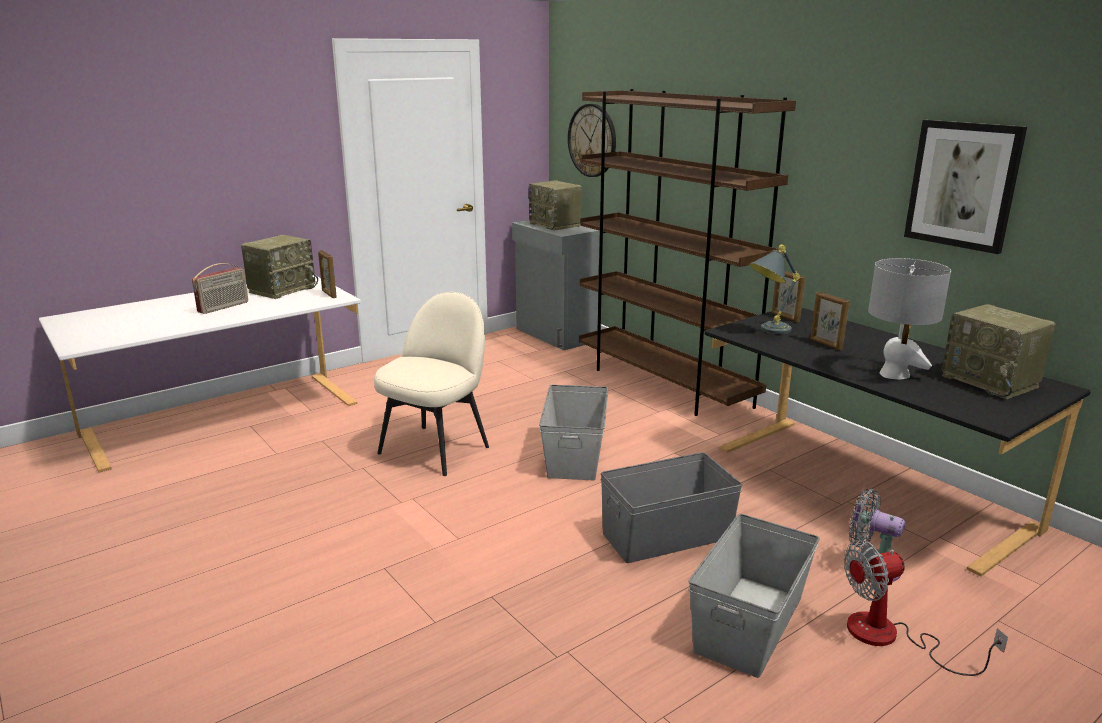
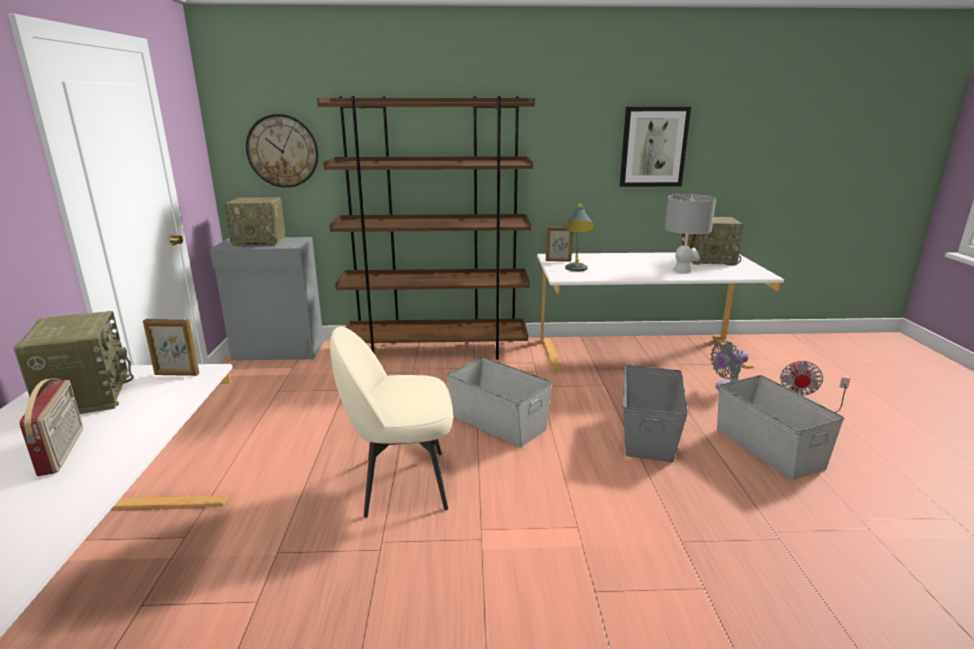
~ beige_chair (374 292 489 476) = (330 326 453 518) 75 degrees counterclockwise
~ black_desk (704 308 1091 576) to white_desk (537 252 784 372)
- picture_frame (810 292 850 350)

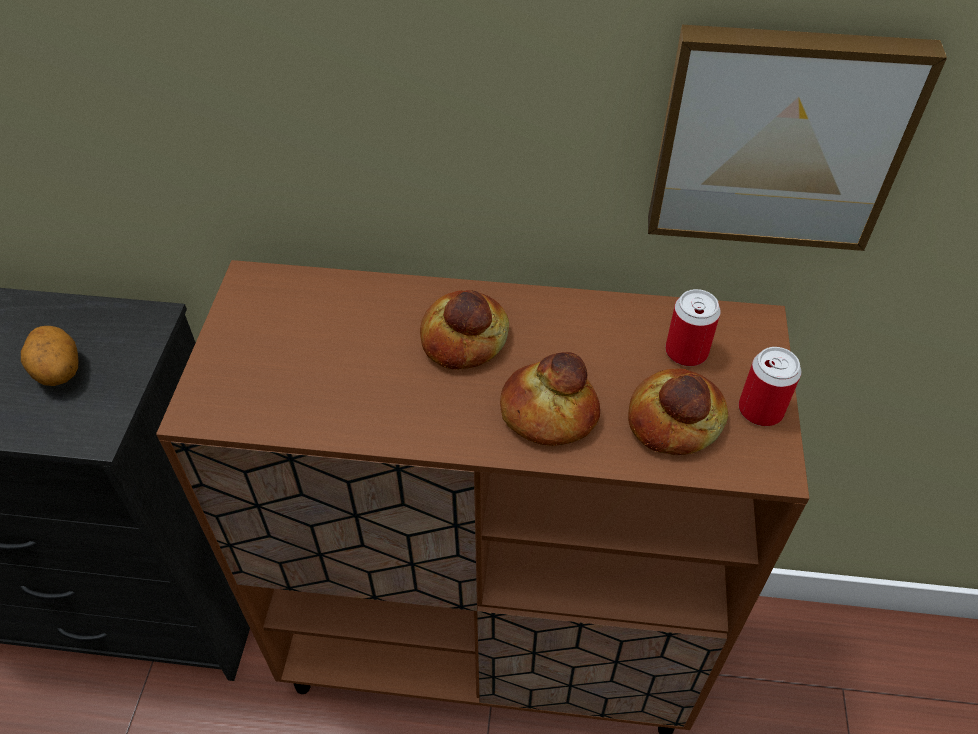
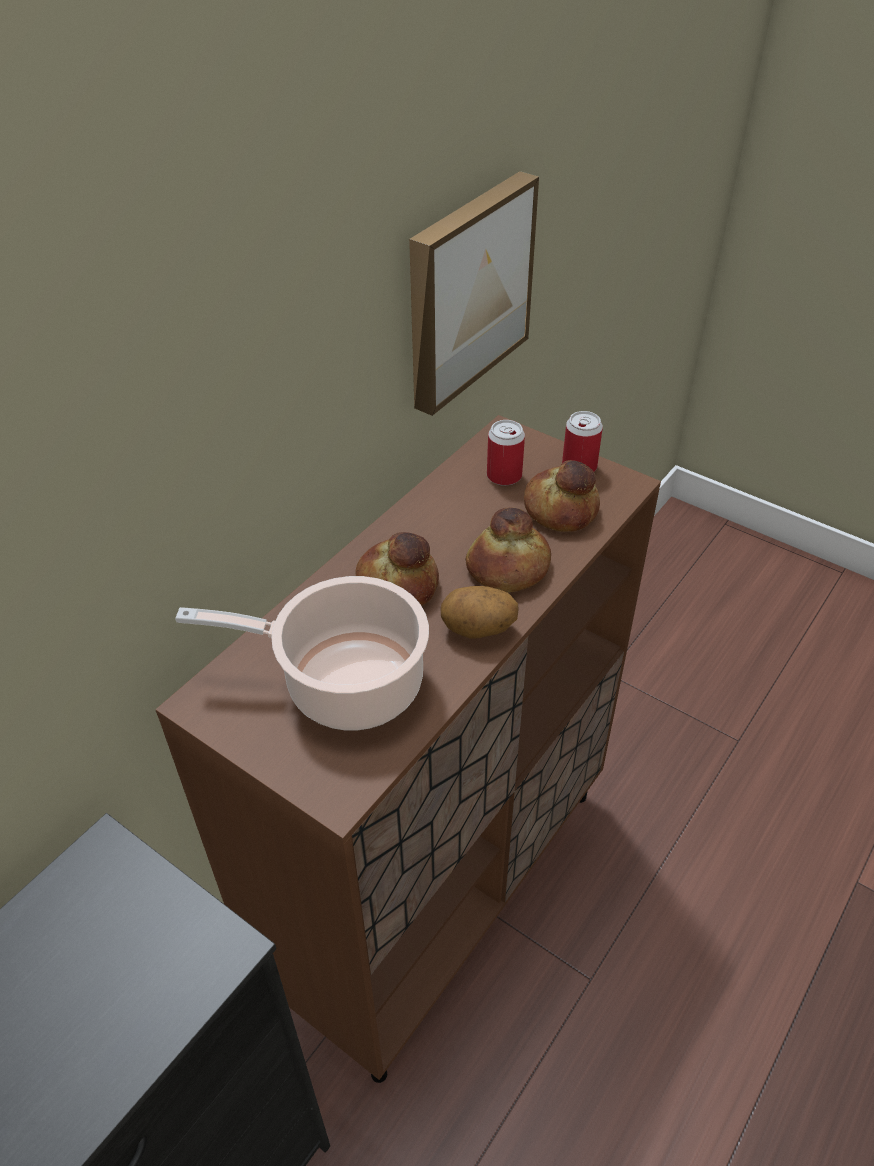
~ potato (21 326 78 386) to (441 586 519 638)
+ cooking_pot (175 576 429 730)

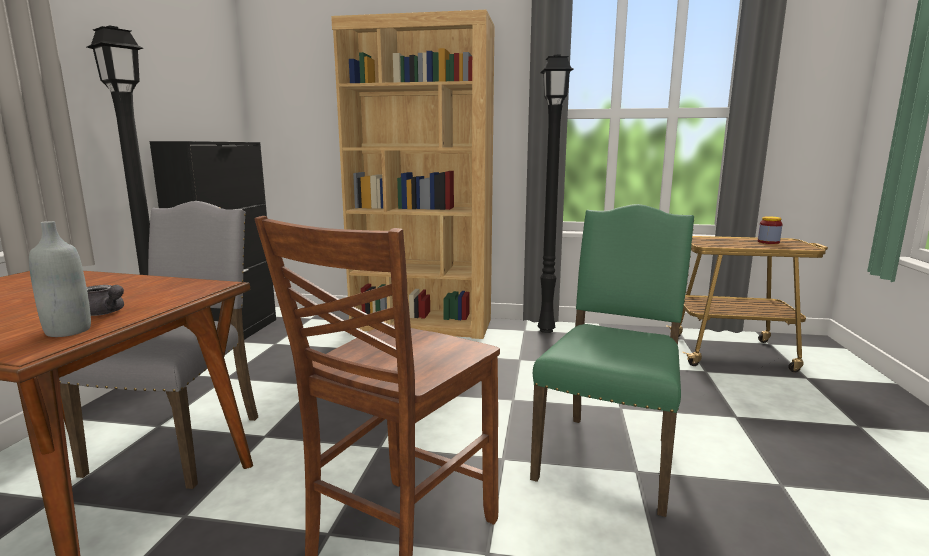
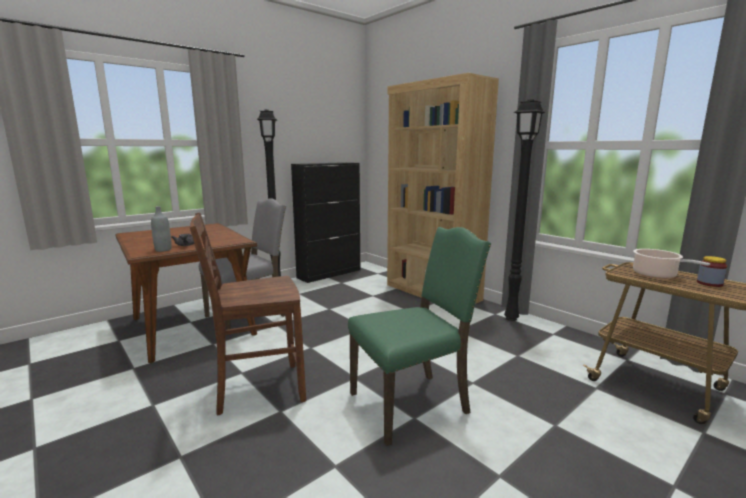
+ cooking_pot (633 249 710 279)

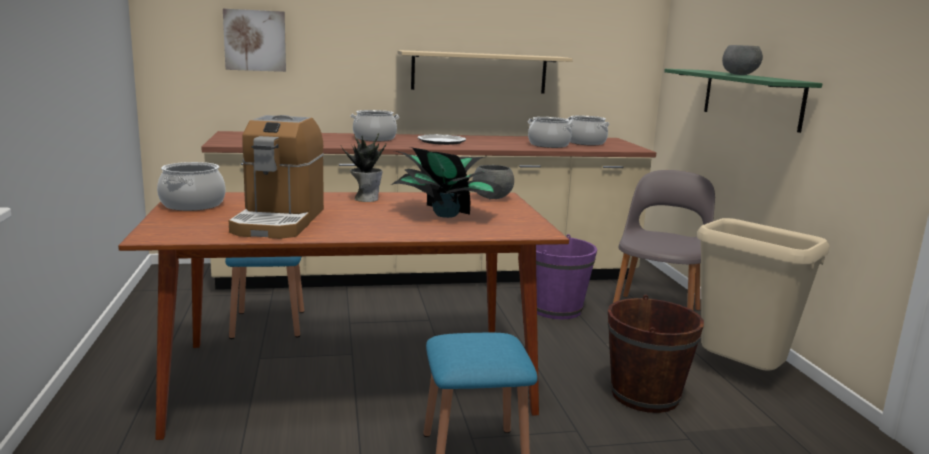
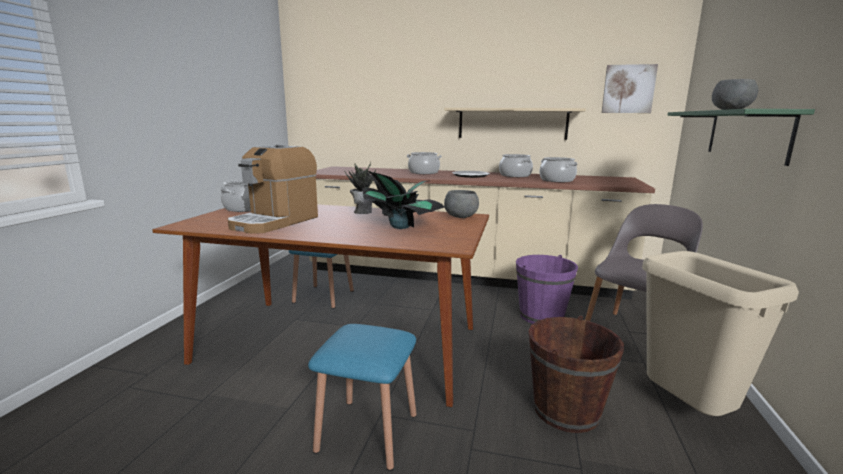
~ picture (223 9 286 72) to (602 64 658 113)
~ cooking_pot (568 115 610 146) to (499 154 533 177)

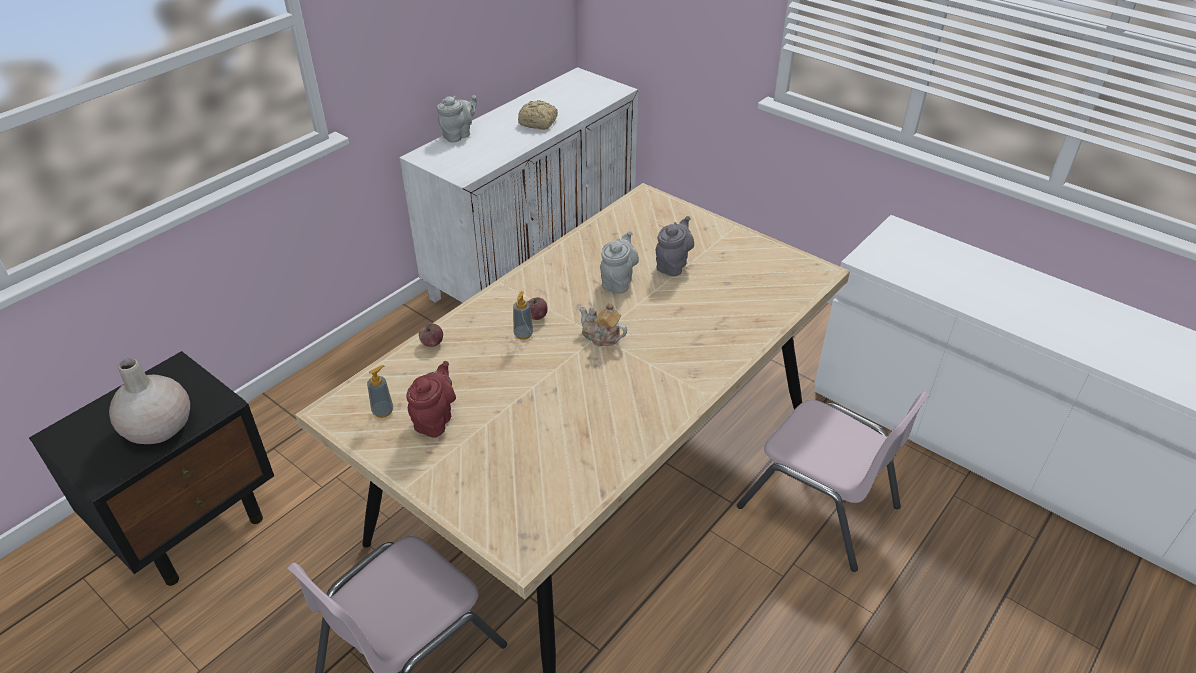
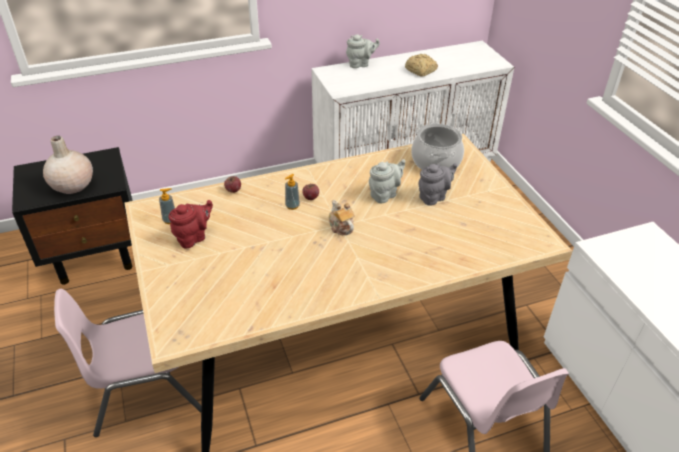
+ cooking_pot (411 123 464 169)

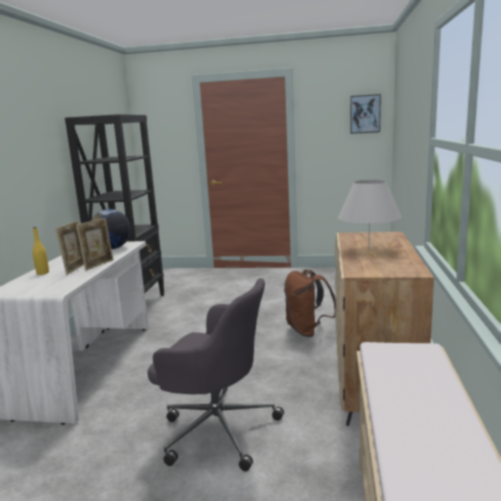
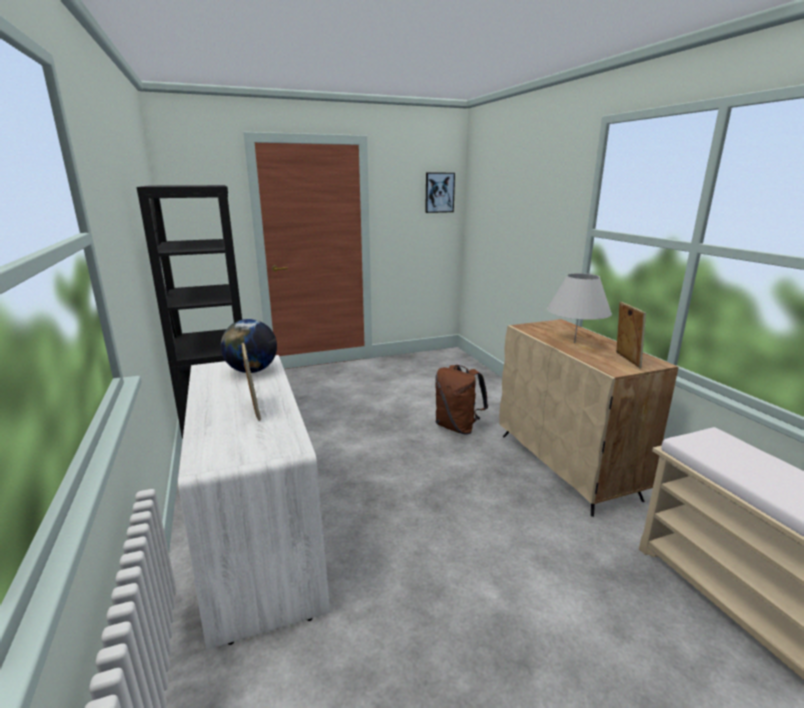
- yellow_bottle (33 227 49 275)
~ picture_frame (76 218 114 271) to (616 302 646 368)
- grey_office_chair (148 278 284 471)

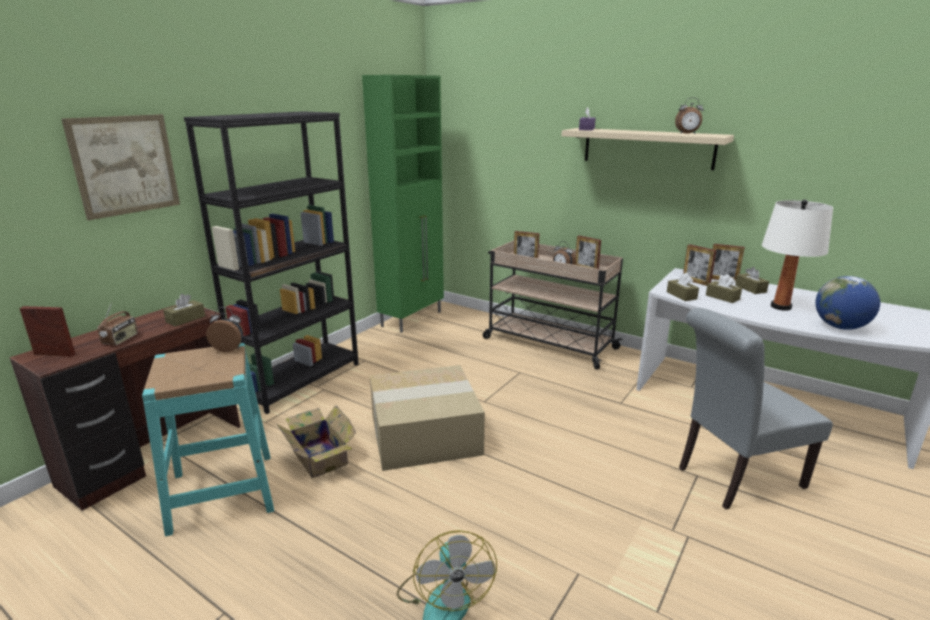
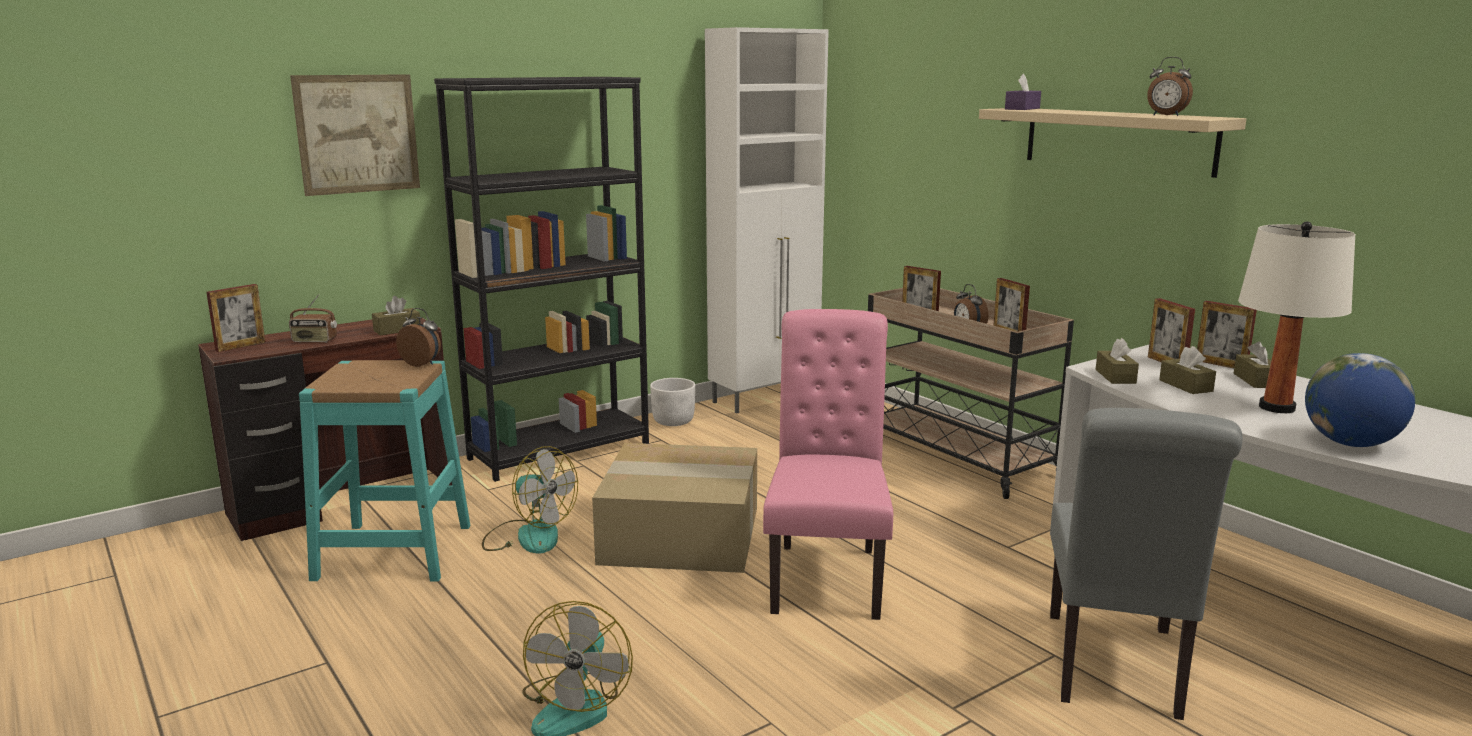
~ picture_frame (19 306 75 357) = (206 284 265 352) 105 degrees clockwise
~ radio (97 302 138 345) = (289 294 337 343) 60 degrees clockwise
~ cardboard_box (277 405 356 478) to fan (482 446 578 554)
~ green_cabinet (362 75 444 333) to white_cabinet (705 27 829 414)
~ grey_chair (679 308 833 509) = (1050 408 1243 720) 75 degrees counterclockwise
+ white_planter (650 378 695 426)
+ pink_chair (763 309 893 620)

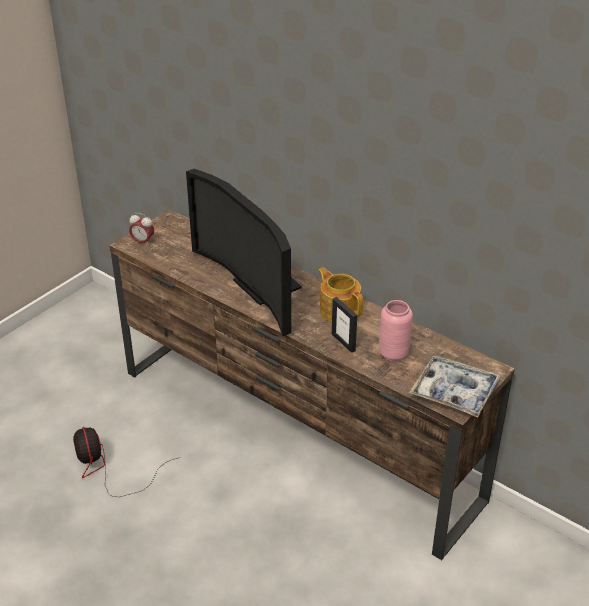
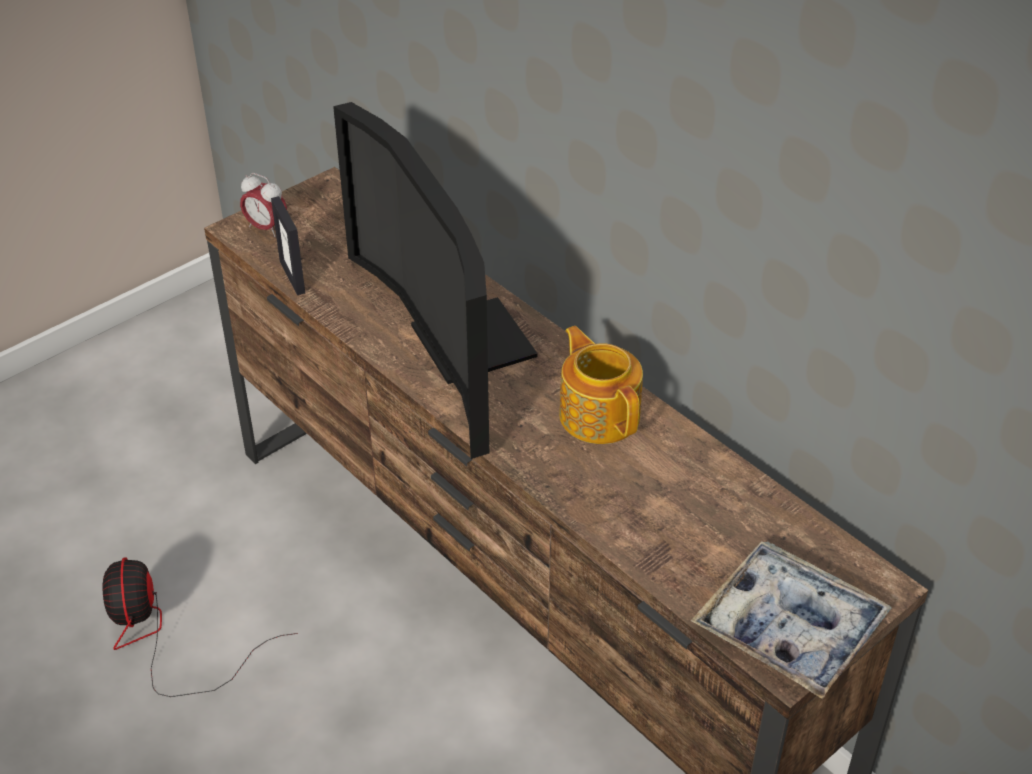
~ picture_frame (332 297 357 353) to (271 196 305 295)
- pink_vase (379 300 413 362)

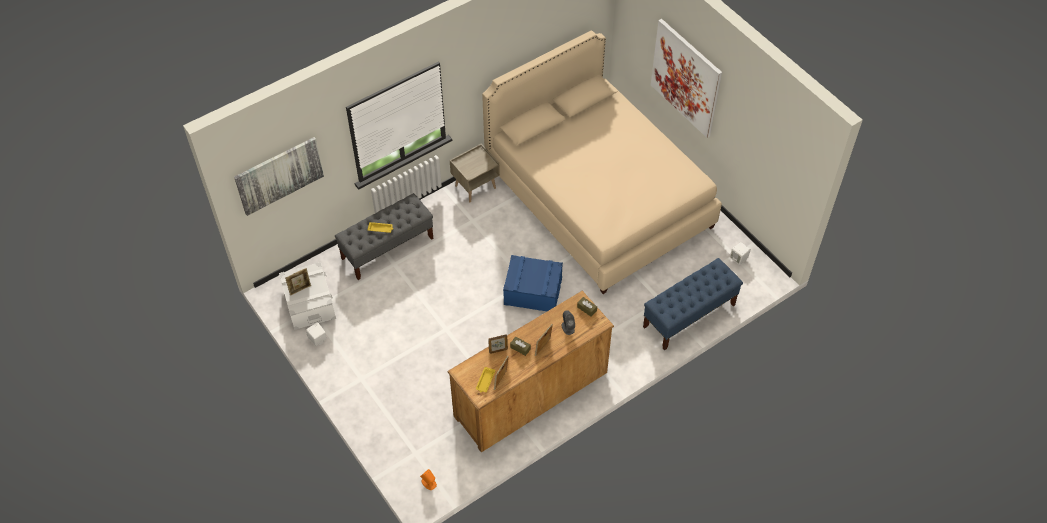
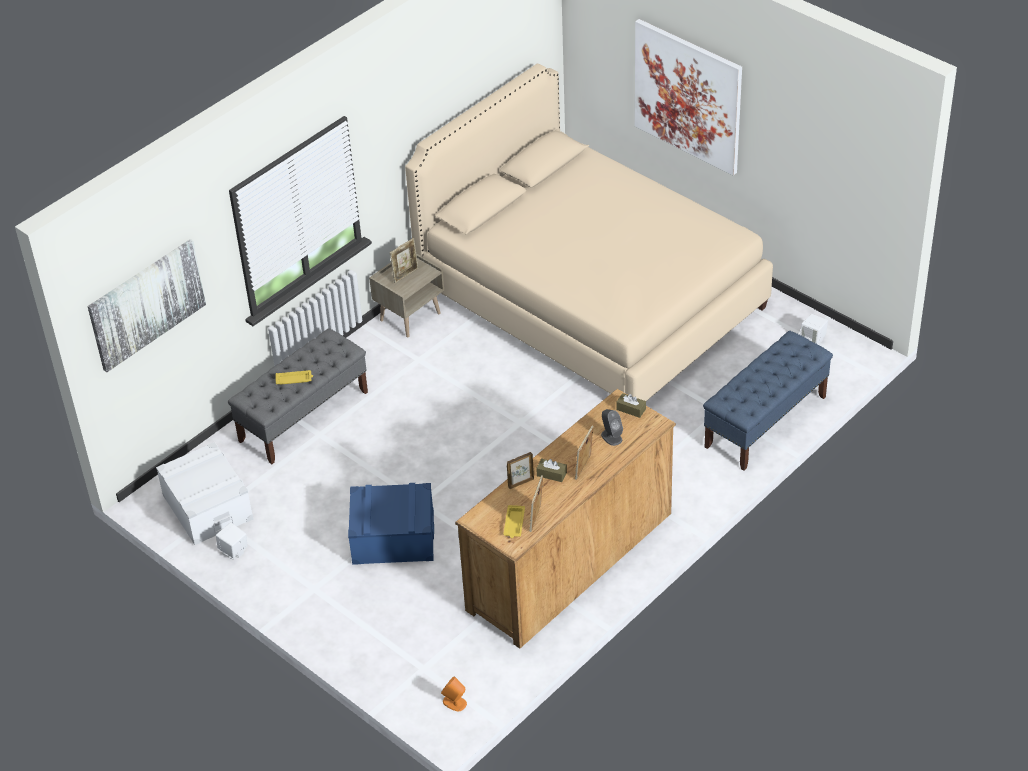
~ picture_frame (285 268 311 296) to (390 238 418 283)
~ blue_storage_box (503 255 563 311) to (348 483 434 565)

